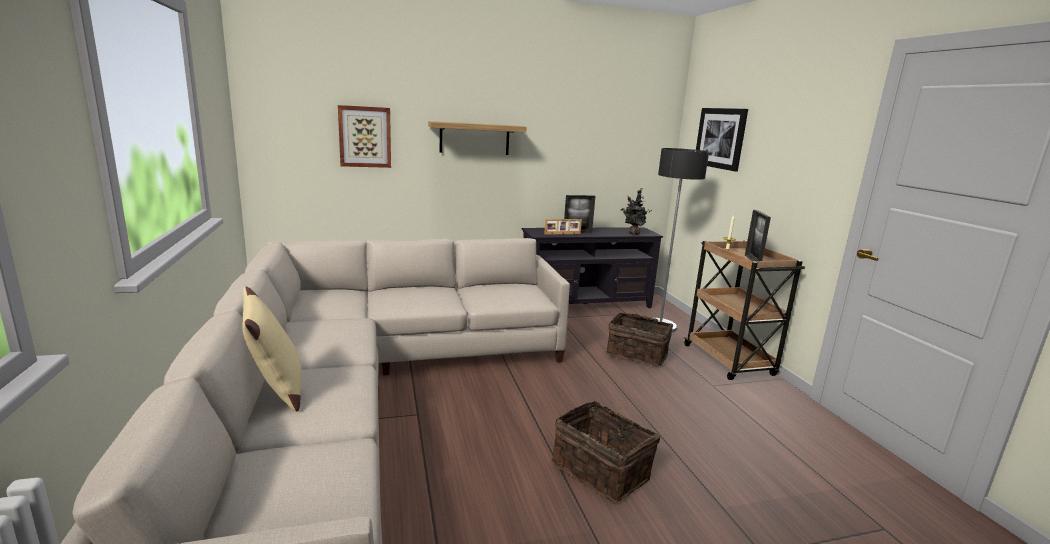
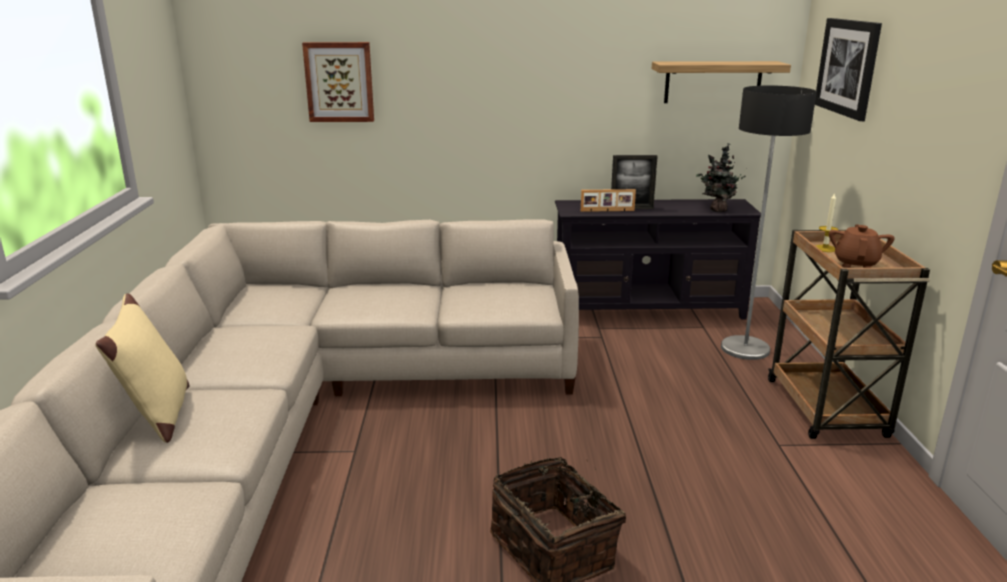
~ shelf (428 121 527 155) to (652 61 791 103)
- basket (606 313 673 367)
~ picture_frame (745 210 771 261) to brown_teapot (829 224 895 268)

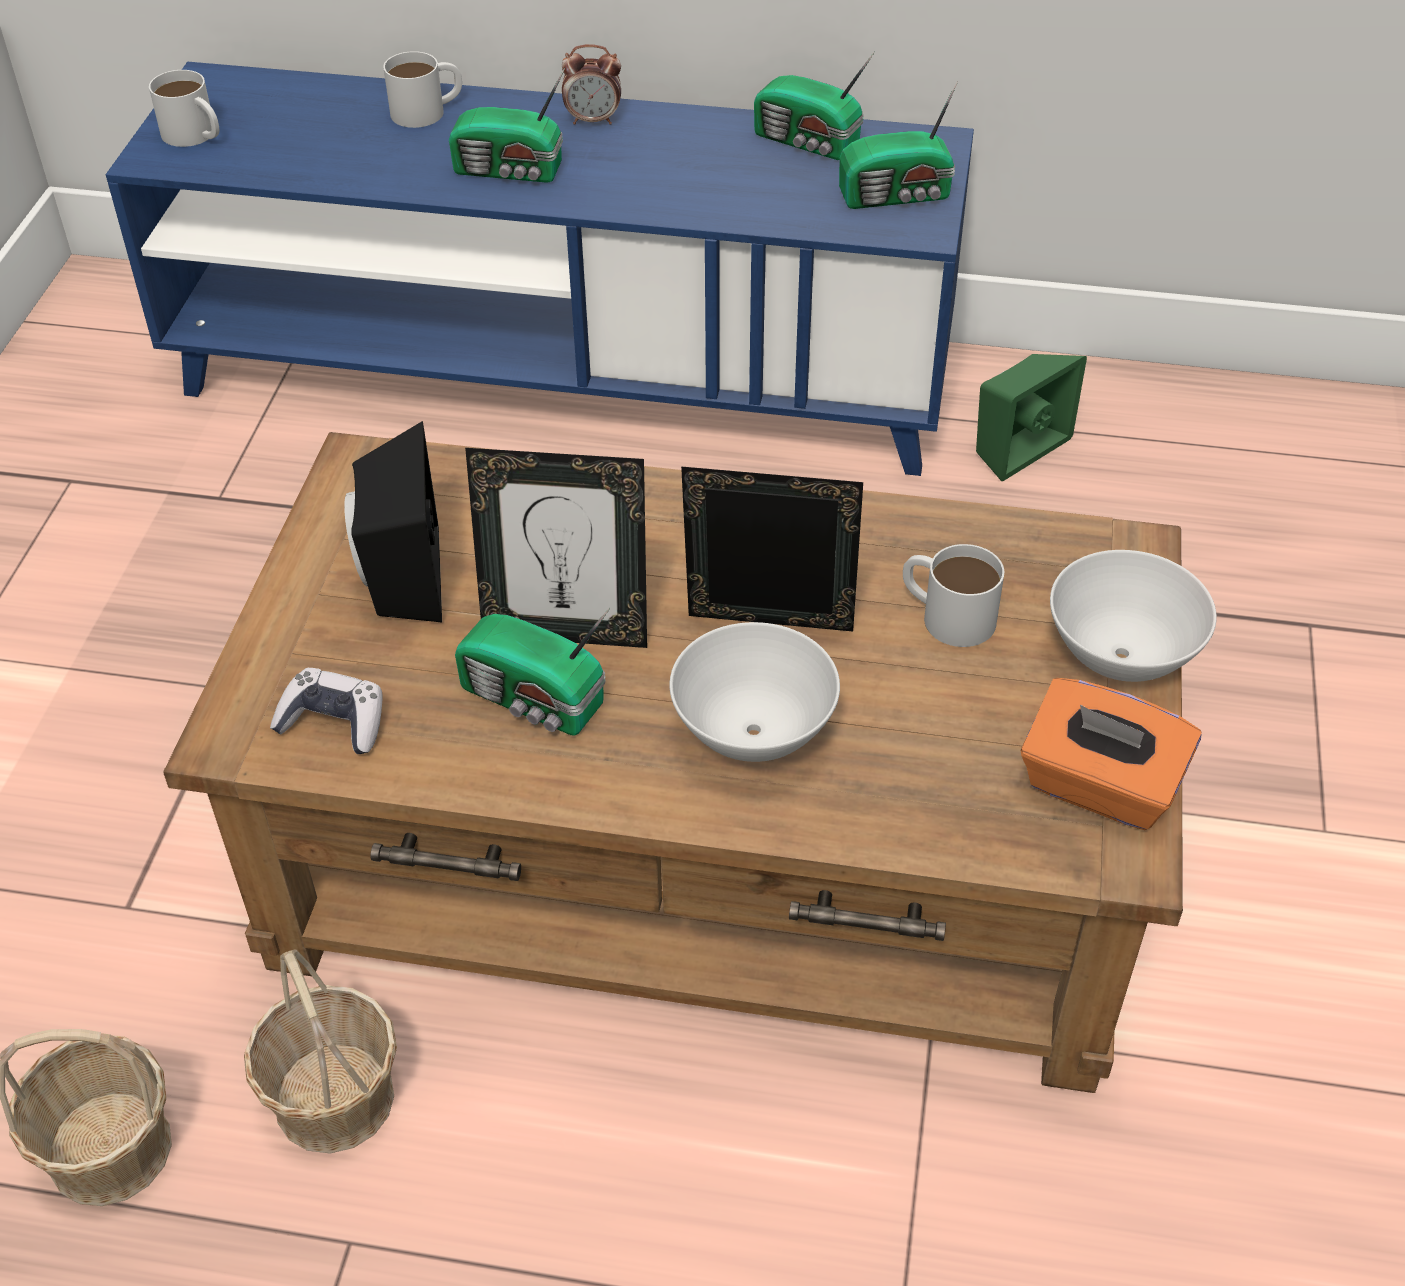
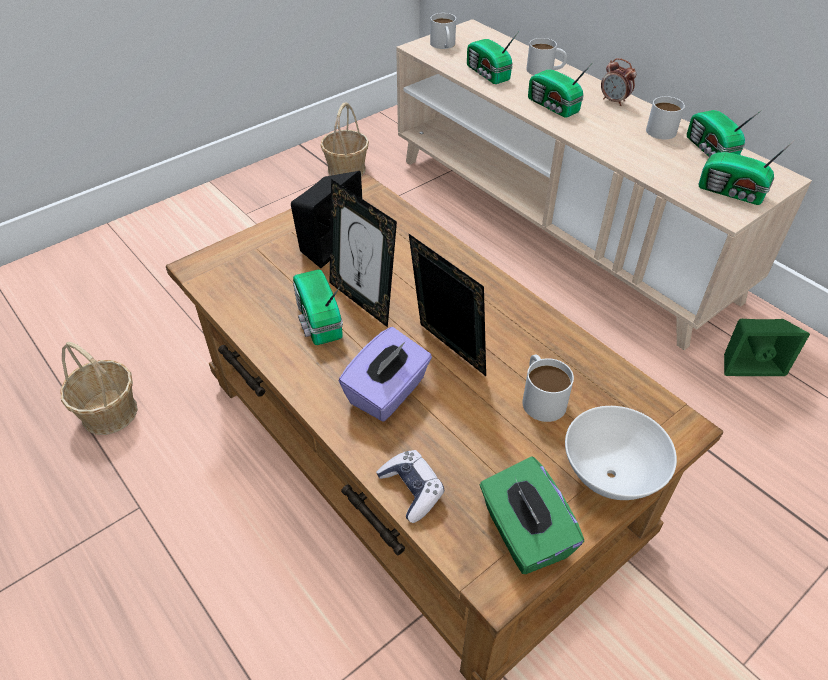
~ blue_tv_stand (106 62 974 476) to beige_tv_stand (396 19 812 350)
~ basket (244 950 397 1153) to (320 102 369 176)
~ game_controller (270 668 382 754) to (376 450 444 523)
~ white_bowl (670 622 840 762) to purple_tissue_box (339 327 432 422)
~ orange_tissue_box (1021 678 1202 830) to green_tissue_box (480 456 584 574)
+ radio (467 31 519 84)
+ white_mug (646 96 685 139)

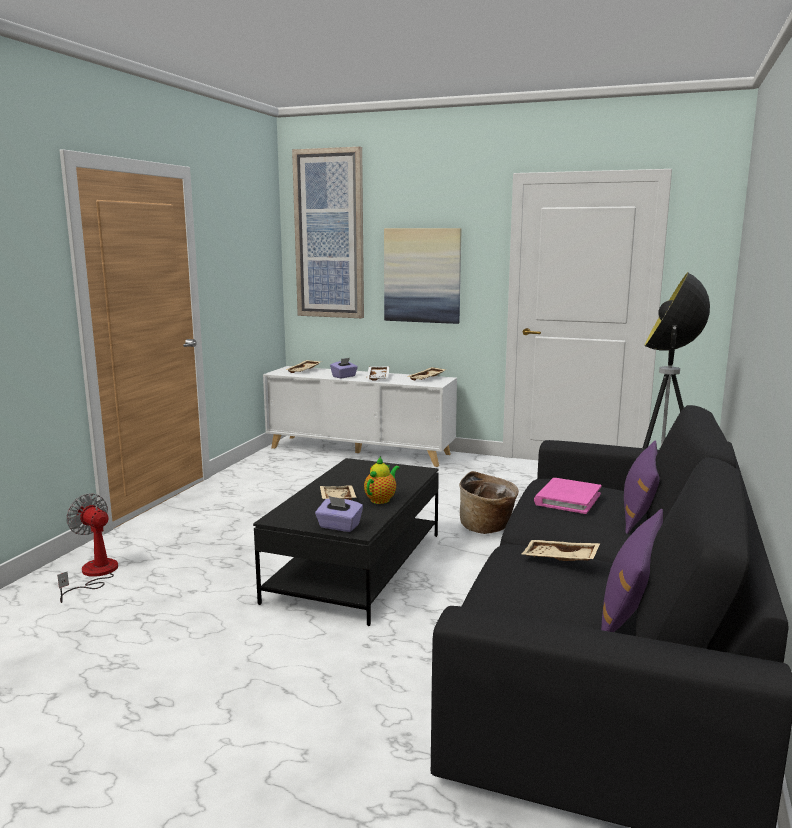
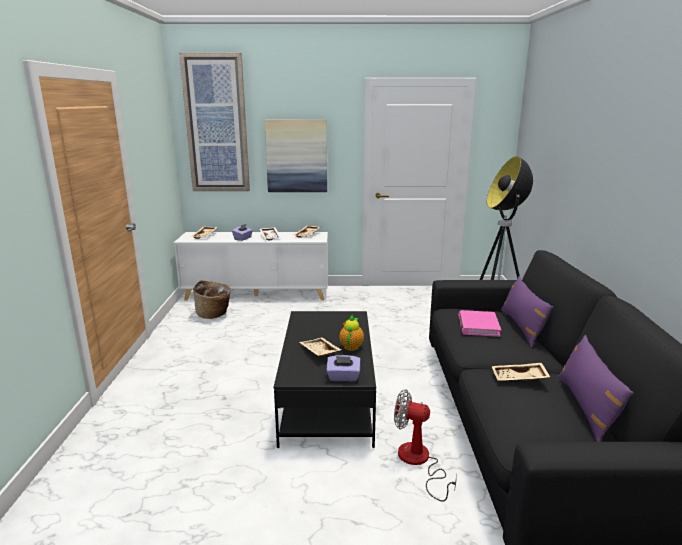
~ fan (57 493 118 603) to (394 390 457 502)
~ basket (459 471 519 534) to (193 280 231 319)

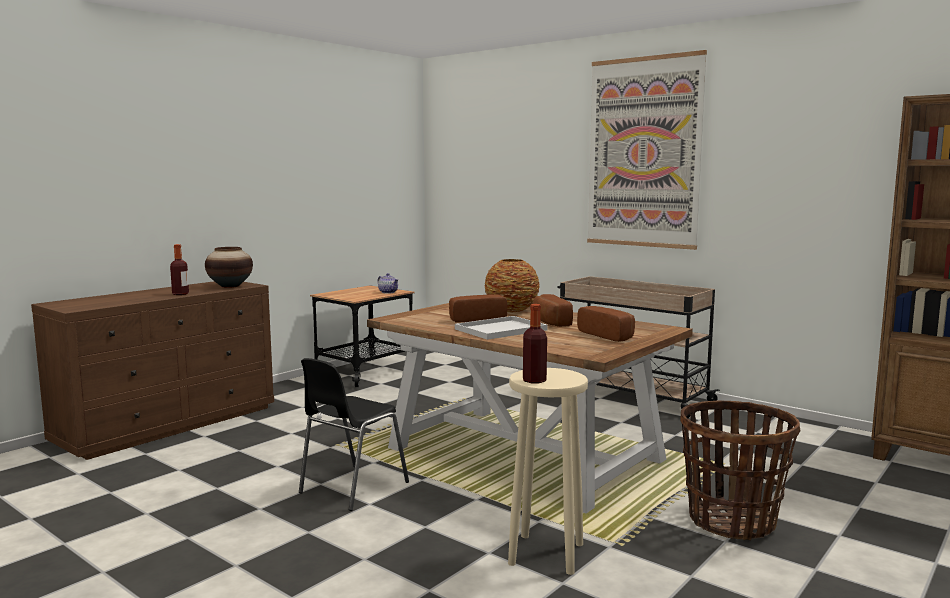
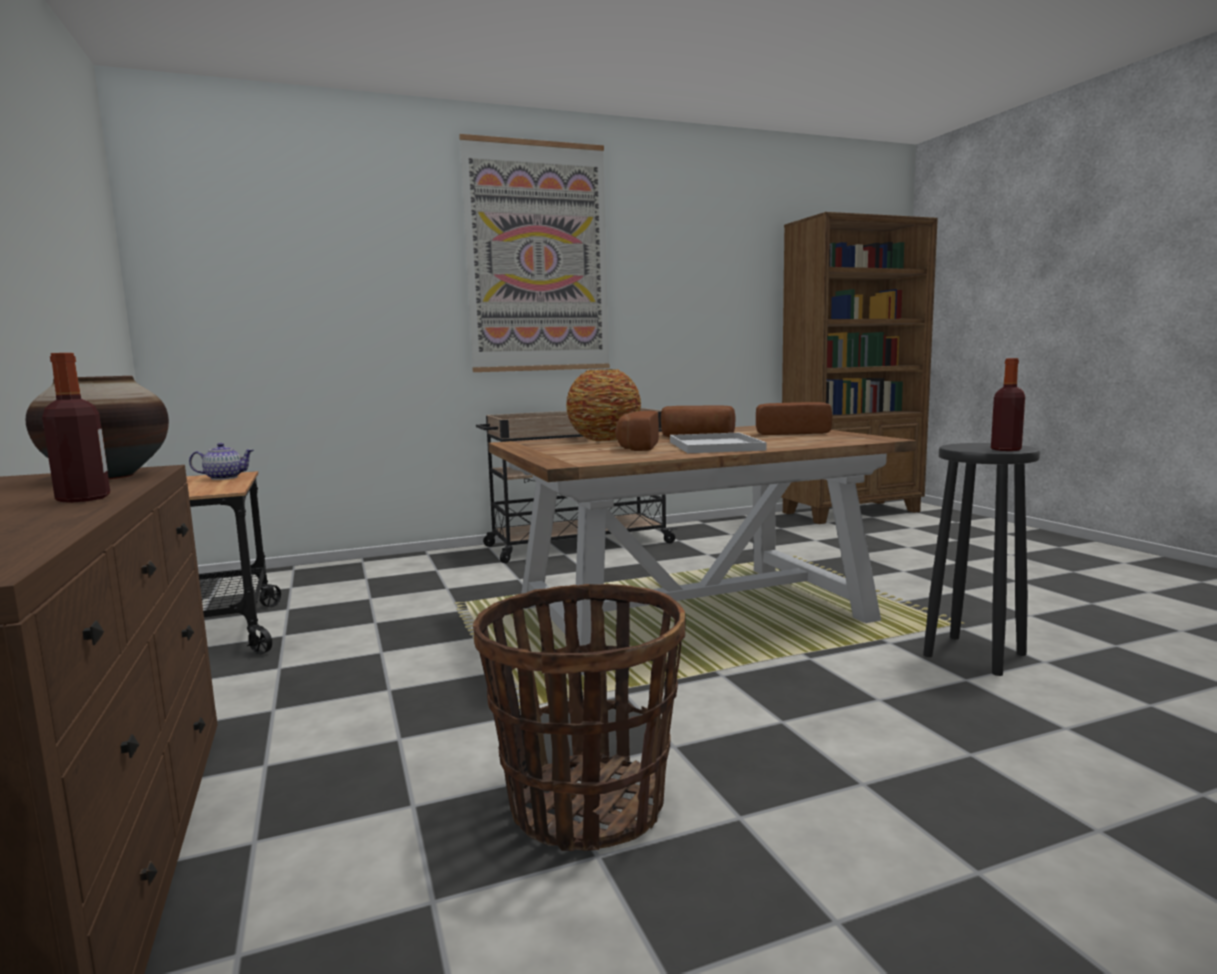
- black_chair (299 358 409 511)
~ beige_stool (508 368 588 575) to black_stool (923 443 1040 676)
~ basket (680 400 800 540) to (473 584 685 851)

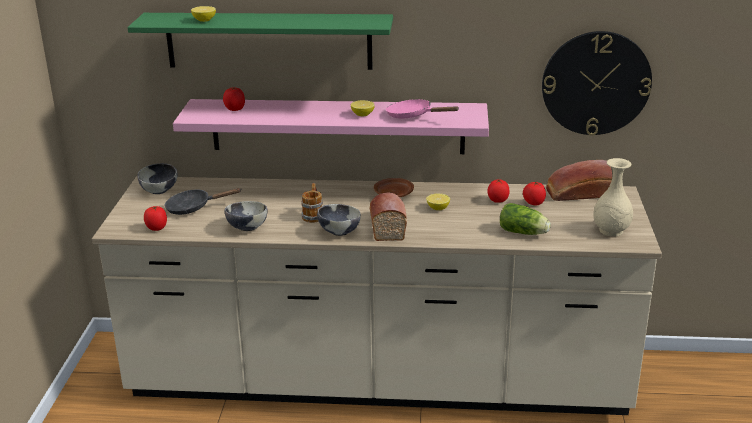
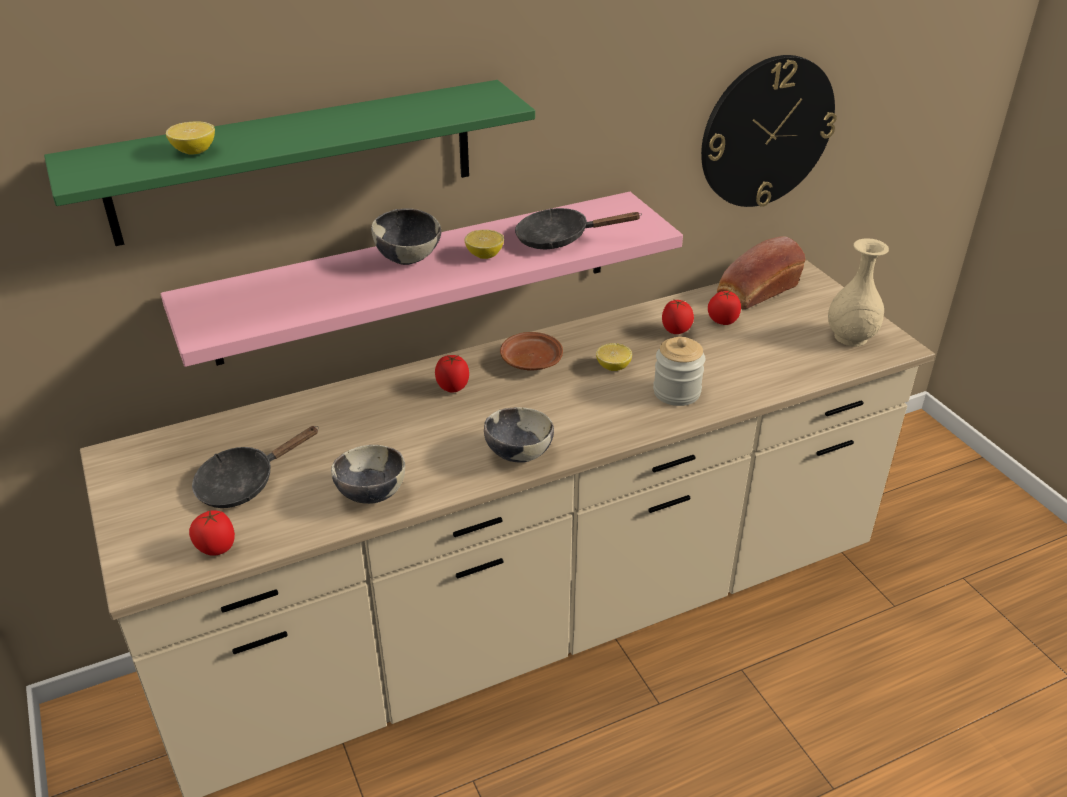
~ bowl (137 163 178 194) to (371 209 441 265)
~ tomato (223 87 245 111) to (435 355 469 393)
- mug (301 183 323 223)
- bread (369 192 407 241)
~ pink_frying_pan (386 99 459 119) to black_frying_pan (515 208 642 249)
- lettuce (500 203 551 235)
+ jar (653 337 705 406)

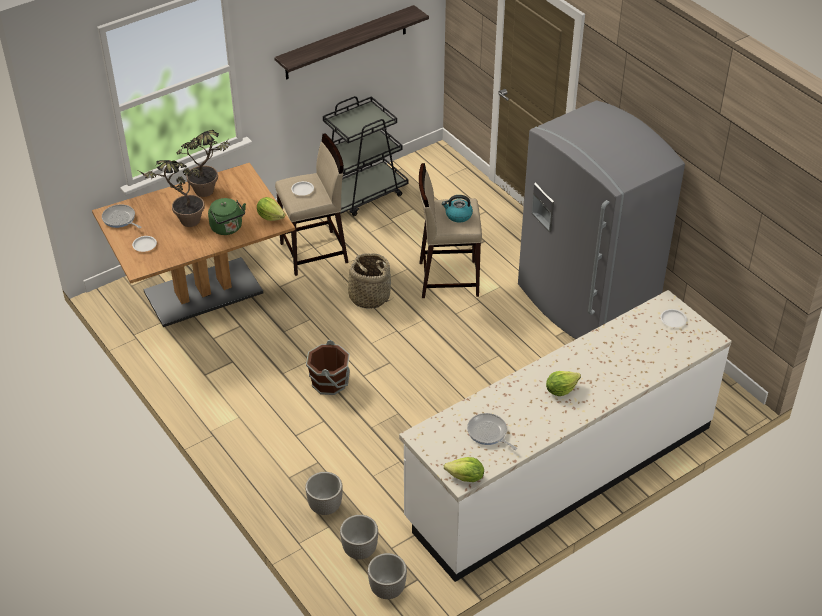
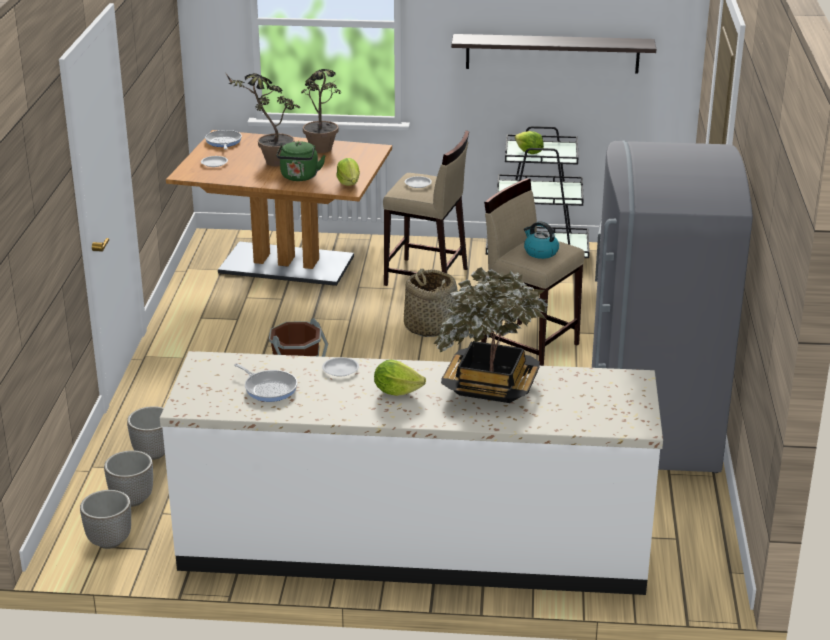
~ lettuce (444 457 484 482) to (515 131 544 154)
~ frying_pan (467 413 517 450) = (234 363 297 402) 135 degrees clockwise
~ white_plate (660 309 687 327) to (322 357 359 376)
+ potted_plant (434 267 548 403)

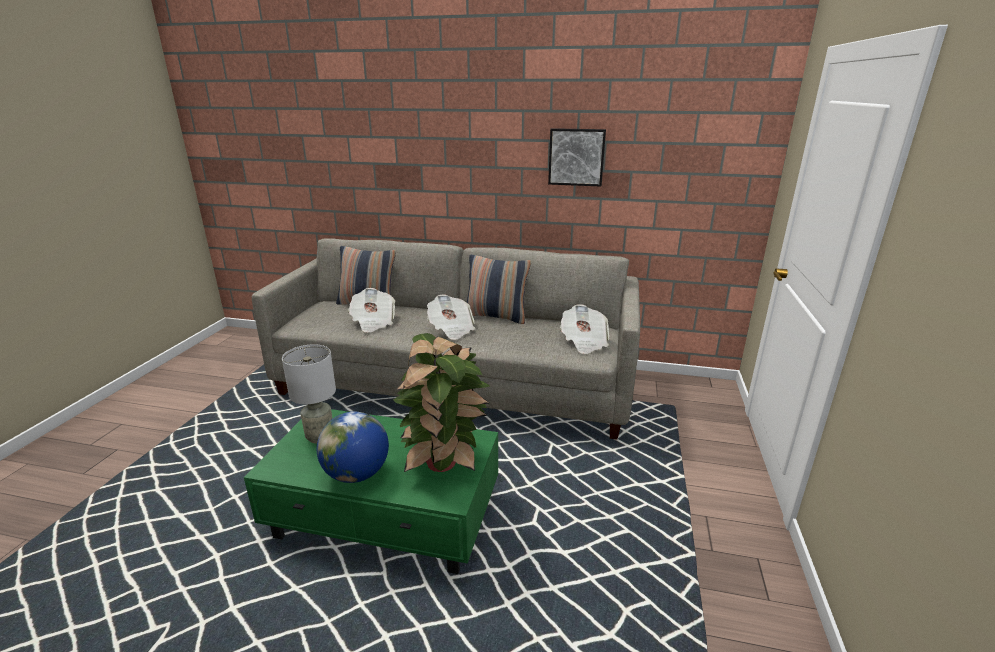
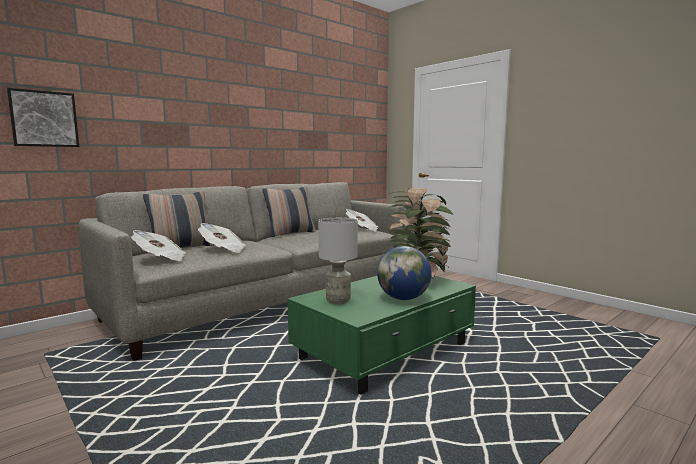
~ newspaper (427 294 475 340) to (131 230 186 261)
~ picture (548 128 606 186) to (7 88 79 147)

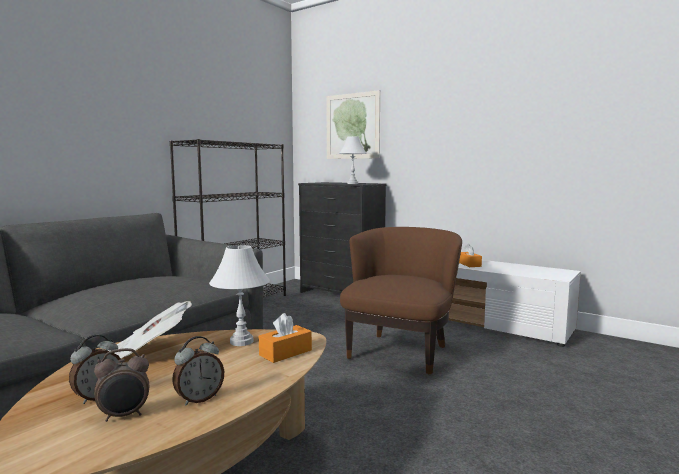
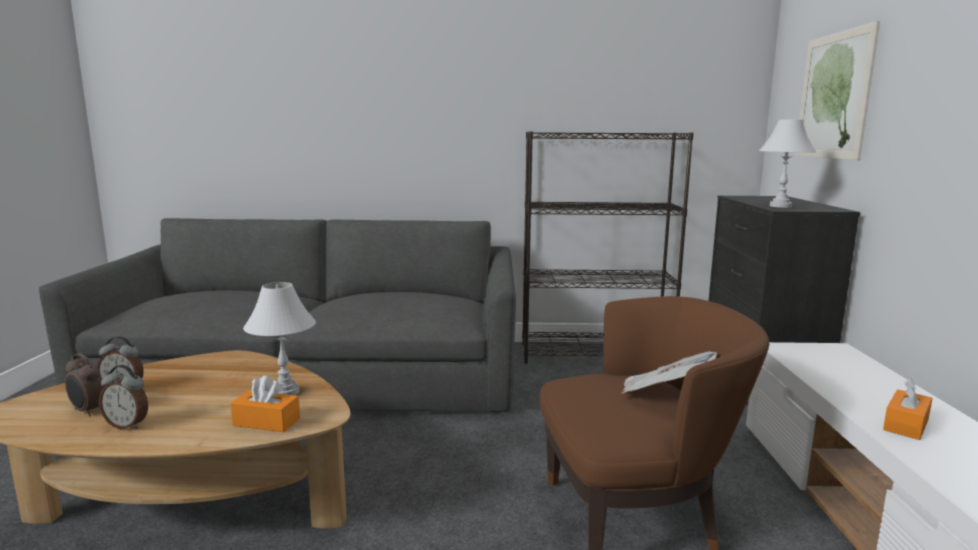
~ newspaper (108 301 192 359) to (621 351 717 394)

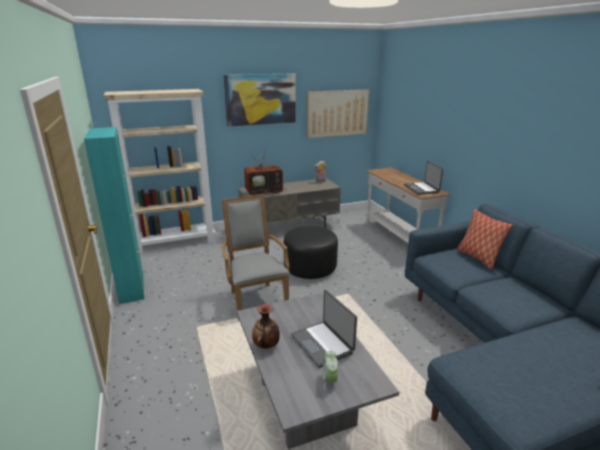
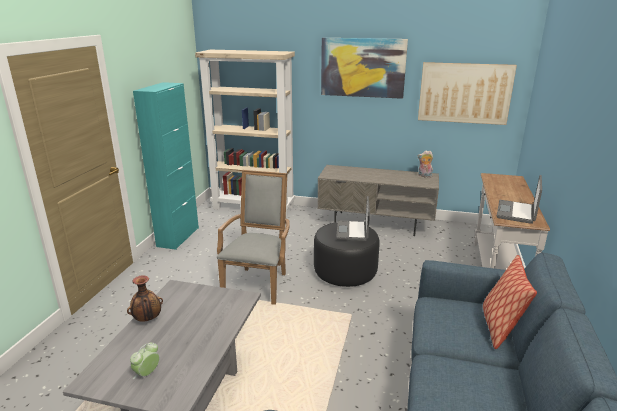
- television (244 147 287 196)
~ laptop (291 290 357 368) to (336 196 370 241)

